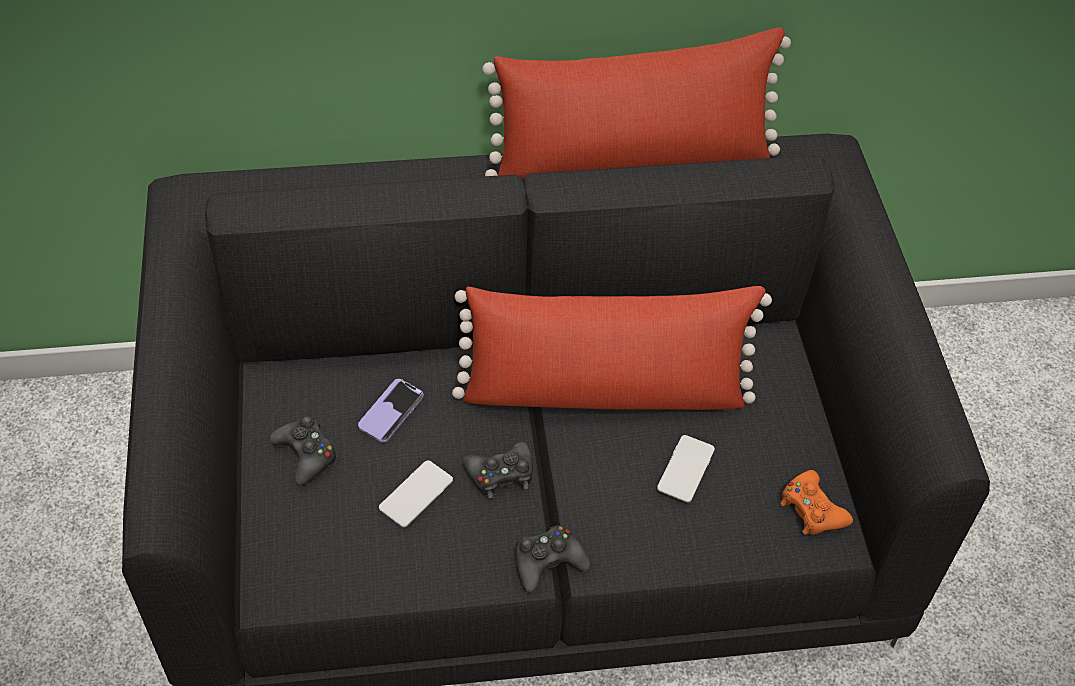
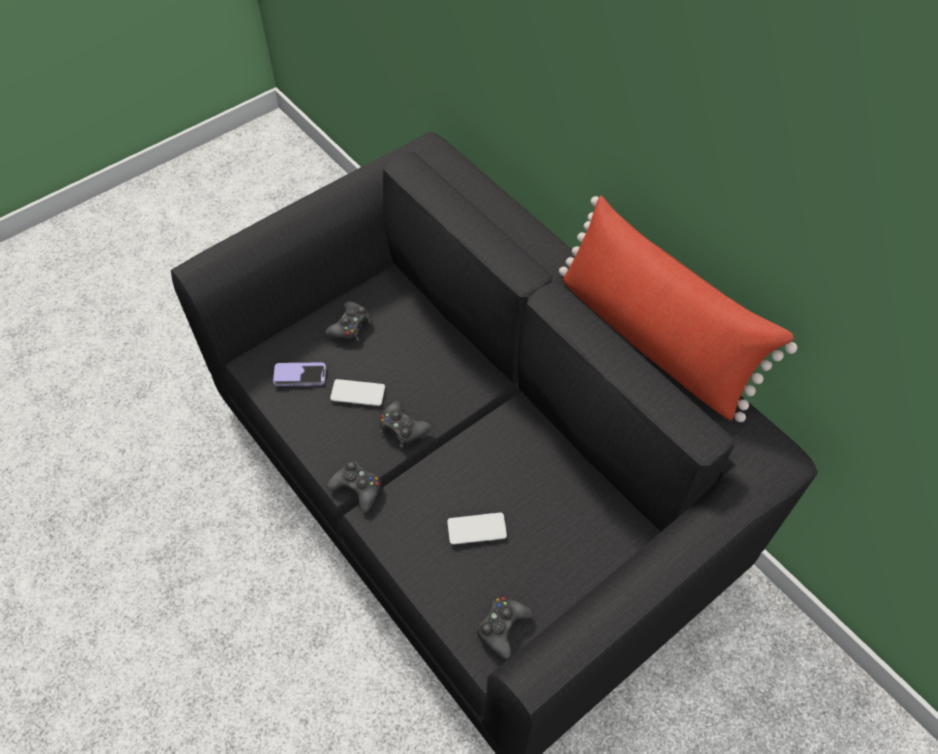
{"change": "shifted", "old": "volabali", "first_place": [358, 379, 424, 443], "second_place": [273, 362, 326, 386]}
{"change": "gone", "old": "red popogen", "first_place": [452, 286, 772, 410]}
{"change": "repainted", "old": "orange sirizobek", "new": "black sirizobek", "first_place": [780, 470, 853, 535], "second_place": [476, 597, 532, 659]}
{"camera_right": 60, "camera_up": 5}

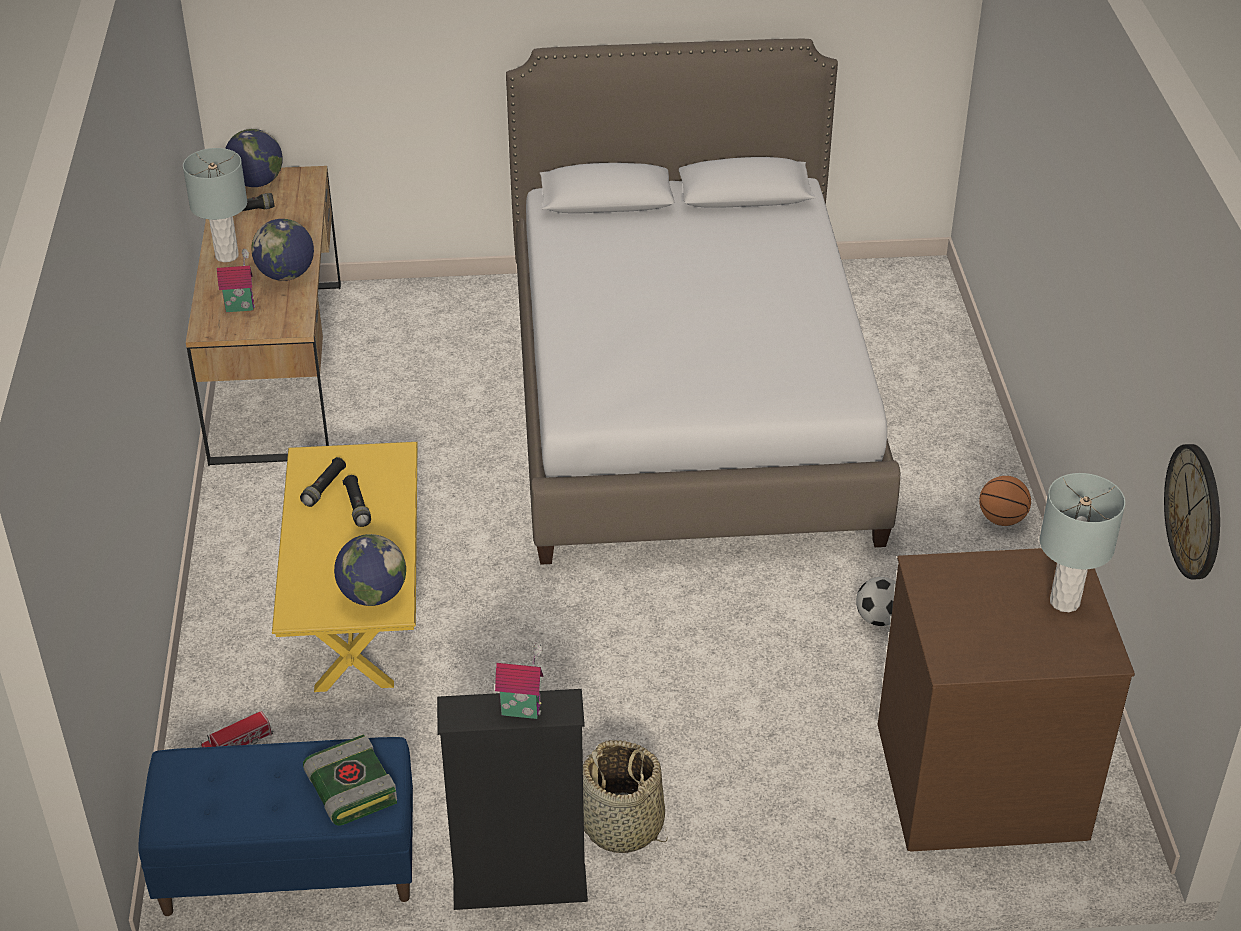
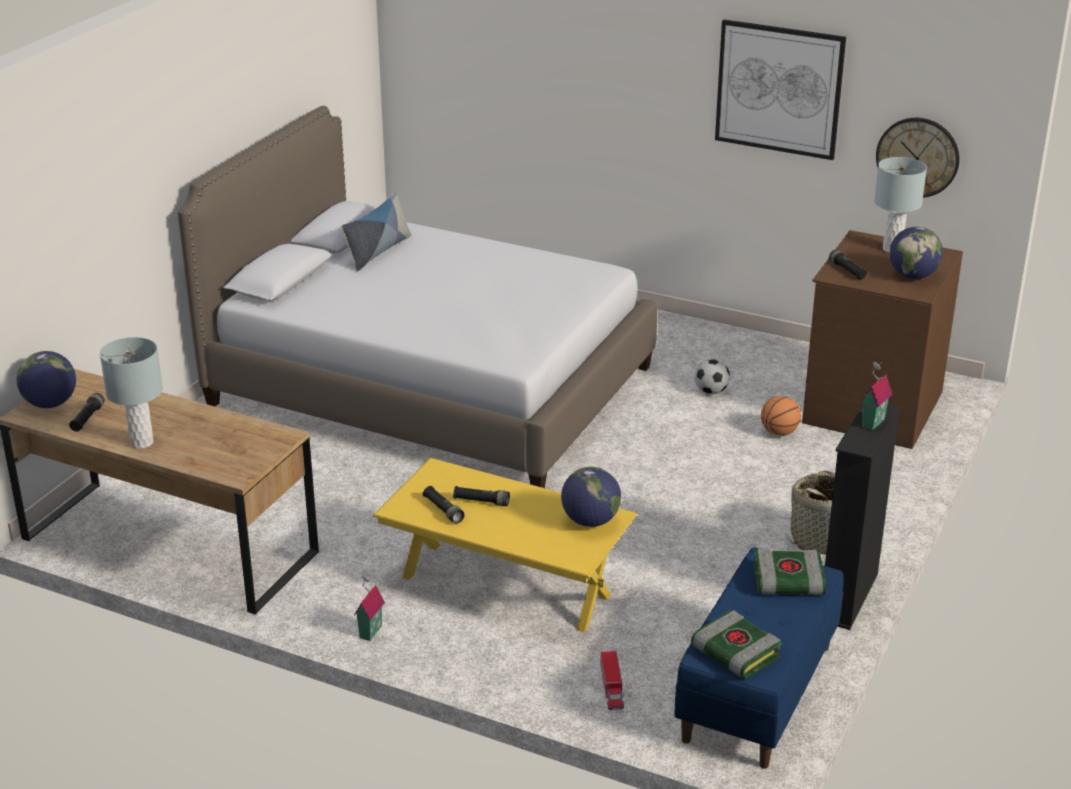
{"change": "shifted", "old": "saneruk", "first_place": [217, 248, 255, 312], "second_place": [354, 575, 385, 641]}
{"change": "shifted", "old": "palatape", "first_place": [251, 219, 314, 281], "second_place": [889, 227, 943, 279]}
{"change": "shifted", "old": "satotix", "first_place": [979, 476, 1031, 526], "second_place": [761, 396, 801, 435]}
{"change": "new", "new": "popogen", "second_place": [342, 192, 411, 271]}
{"change": "new", "new": "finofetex", "second_place": [691, 610, 782, 679]}
{"change": "new", "new": "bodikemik", "second_place": [715, 19, 846, 160]}
{"change": "new", "new": "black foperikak", "second_place": [829, 250, 867, 280]}
{"camera_right": -60, "camera_up": -10}

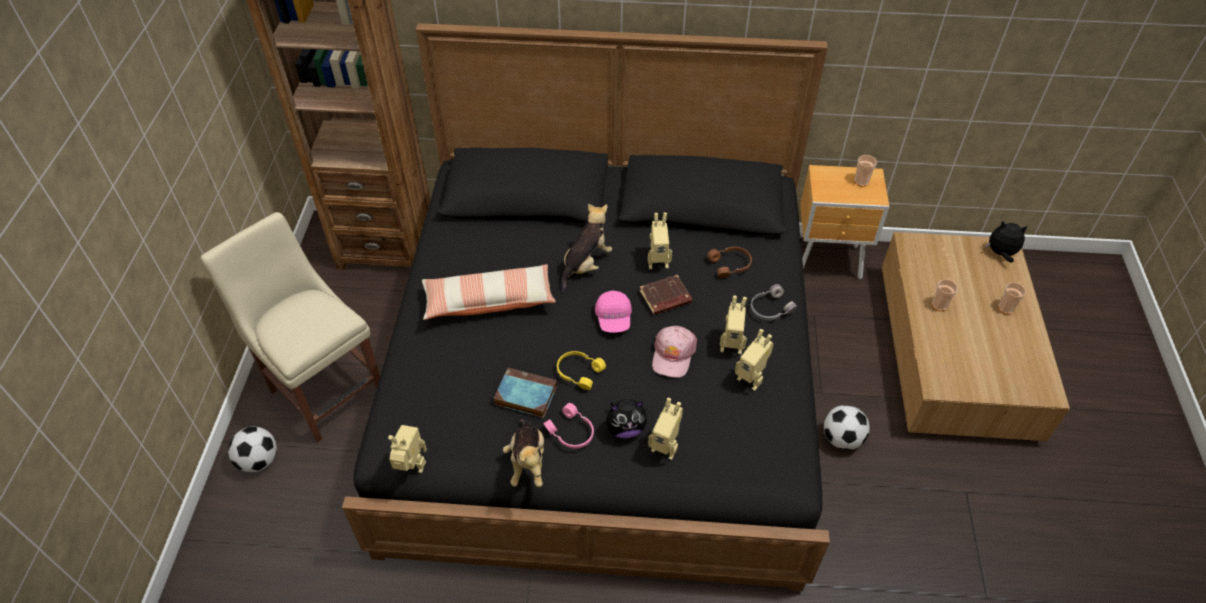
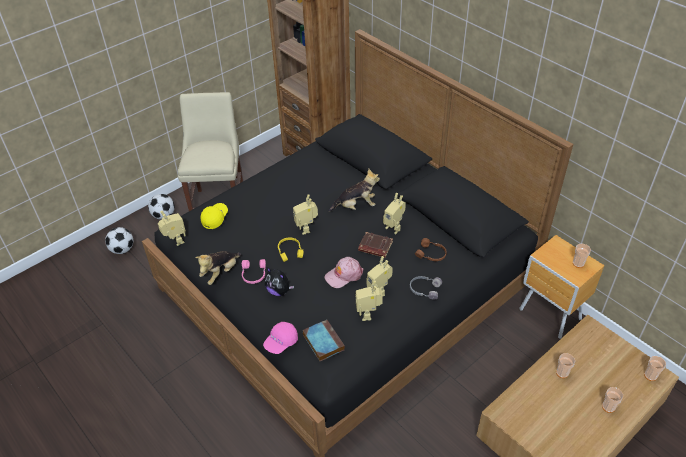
{"change": "gone", "old": "popogen", "first_place": [422, 264, 556, 320]}
{"change": "shifted", "old": "finofetex", "first_place": [494, 368, 557, 418], "second_place": [303, 319, 345, 361]}
{"change": "shifted", "old": "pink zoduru", "first_place": [595, 290, 632, 333], "second_place": [263, 322, 298, 354]}
{"change": "shifted", "old": "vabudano", "first_place": [648, 398, 683, 460], "second_place": [293, 194, 318, 235]}
{"change": "shifted", "old": "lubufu", "first_place": [824, 405, 870, 450], "second_place": [105, 227, 133, 254]}
{"change": "swapped", "old": "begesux", "new": "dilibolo", "first_place": [985, 220, 1027, 263], "second_place": [644, 356, 666, 381]}
{"change": "new", "new": "yellow zoduru", "second_place": [200, 203, 228, 229]}
{"camera_right": 45, "camera_up": -5}

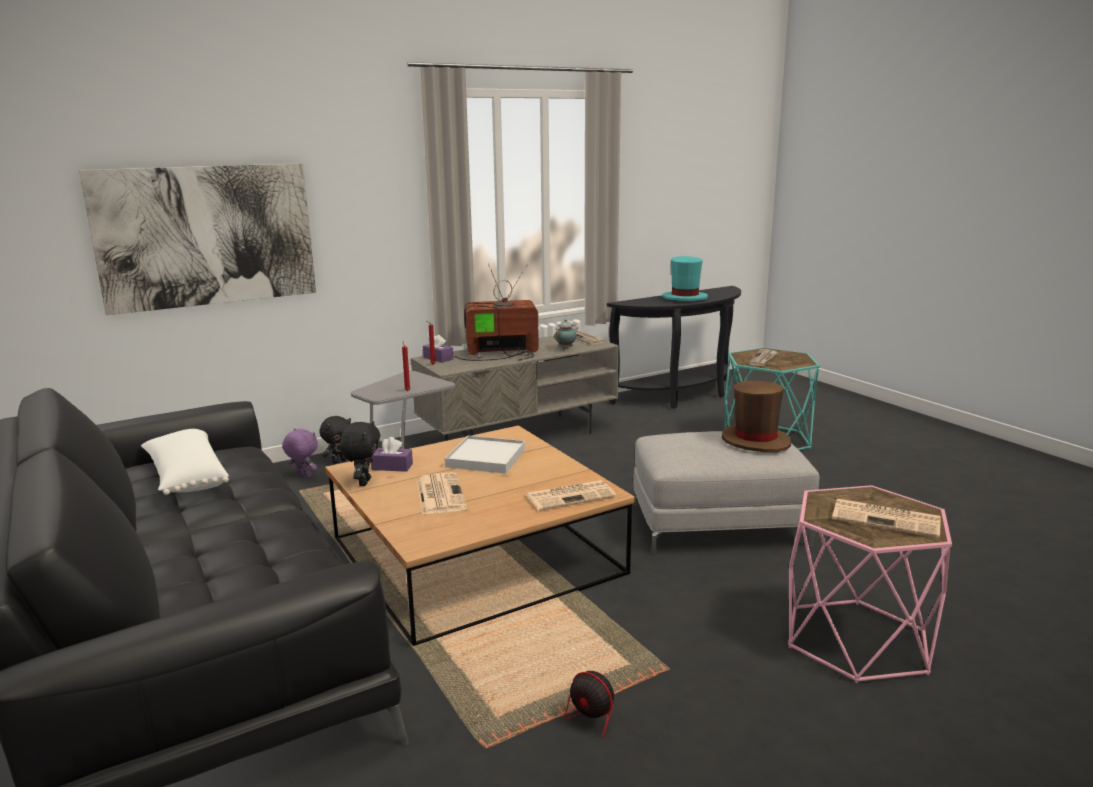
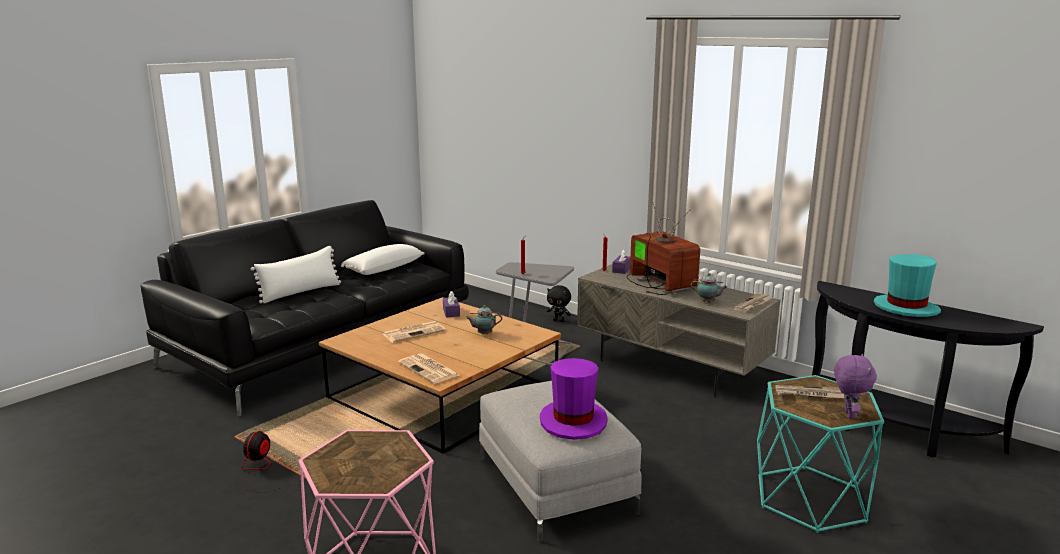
{"change": "gone", "old": "bodikemik", "first_place": [79, 163, 316, 315]}
{"change": "shifted", "old": "purple begesux", "first_place": [282, 428, 318, 478], "second_place": [834, 354, 877, 419]}
{"change": "gone", "old": "black begesux", "first_place": [340, 421, 380, 486]}
{"change": "swapped", "old": "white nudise", "new": "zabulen", "first_place": [445, 436, 525, 474], "second_place": [466, 305, 502, 334]}
{"change": "repainted", "old": "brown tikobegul", "new": "purple tikobegul", "first_place": [722, 381, 791, 452], "second_place": [540, 358, 608, 440]}
{"change": "gone", "old": "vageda", "first_place": [832, 499, 940, 538]}
{"change": "new", "new": "white popogen", "second_place": [251, 246, 341, 304]}
{"camera_right": 70, "camera_up": 0}

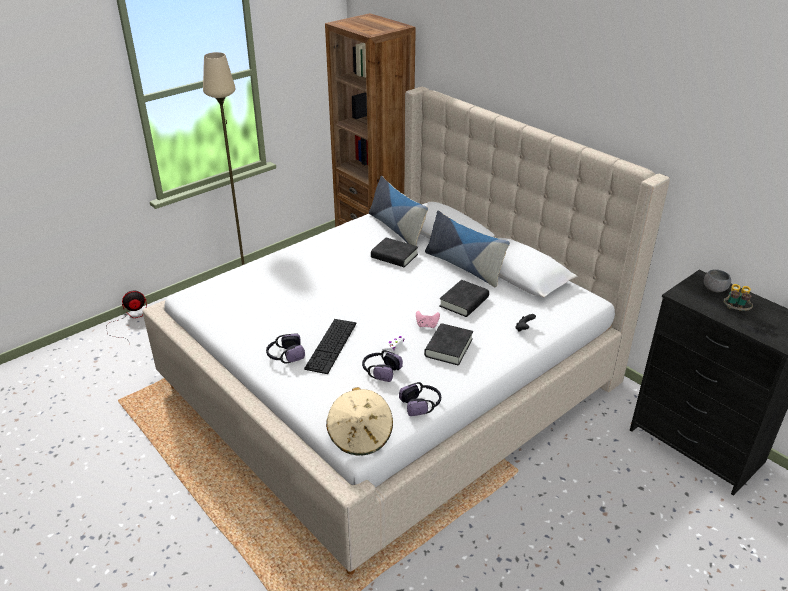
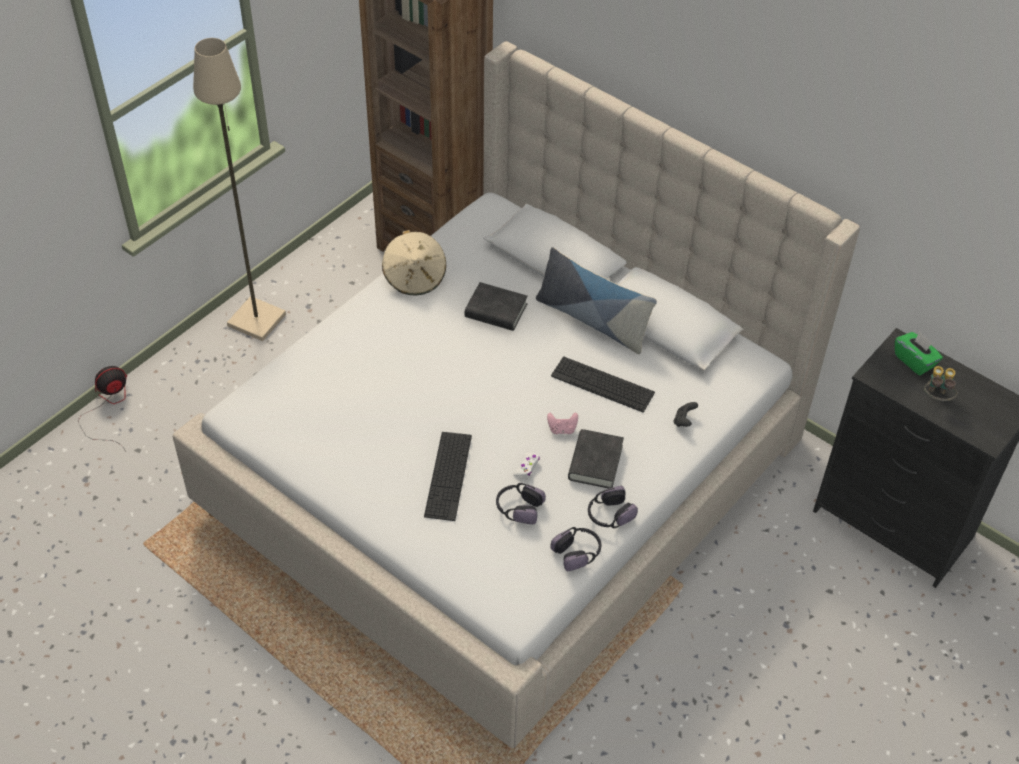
{"change": "shifted", "old": "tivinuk", "first_place": [266, 334, 305, 364], "second_place": [588, 486, 638, 528]}
{"change": "shifted", "old": "beige tikobegul", "first_place": [326, 387, 393, 455], "second_place": [382, 230, 446, 296]}
{"change": "gone", "old": "popogen", "first_place": [369, 175, 428, 246]}
{"change": "swapped", "old": "black finofetex", "new": "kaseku", "first_place": [440, 280, 489, 317], "second_place": [551, 356, 655, 412]}
{"change": "swapped", "old": "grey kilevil", "new": "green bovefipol", "first_place": [704, 269, 731, 292], "second_place": [895, 331, 943, 375]}
{"camera_right": -10, "camera_up": 15}

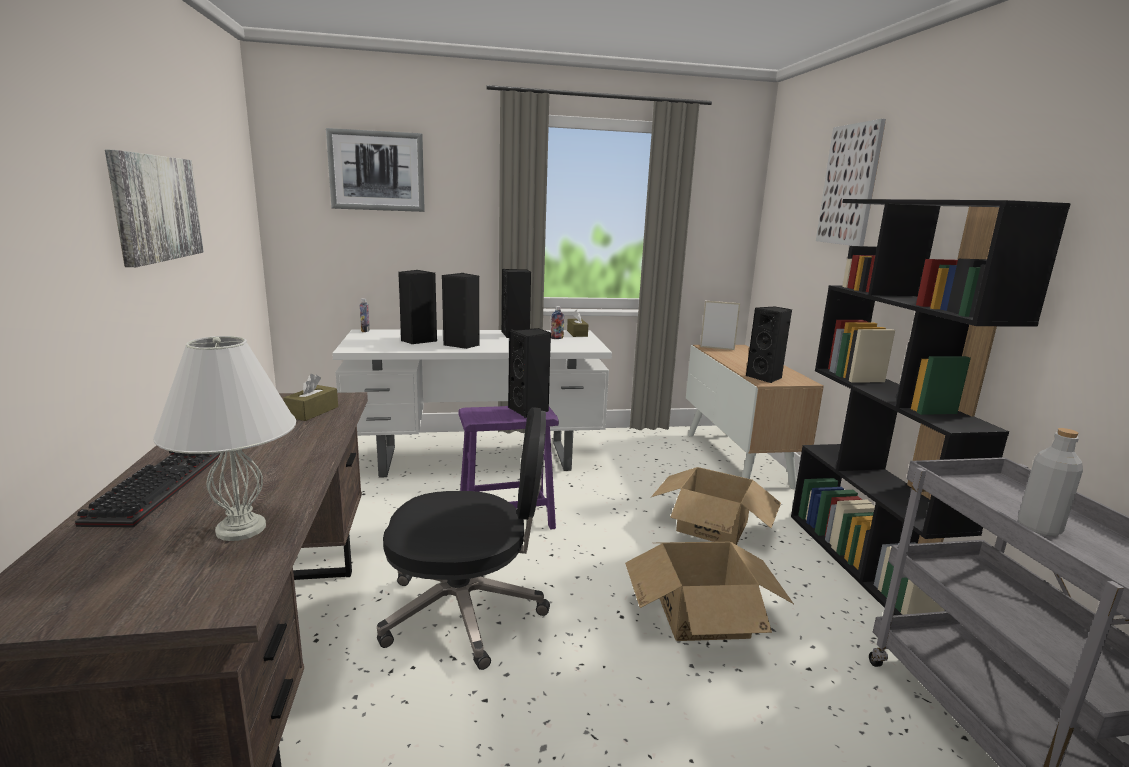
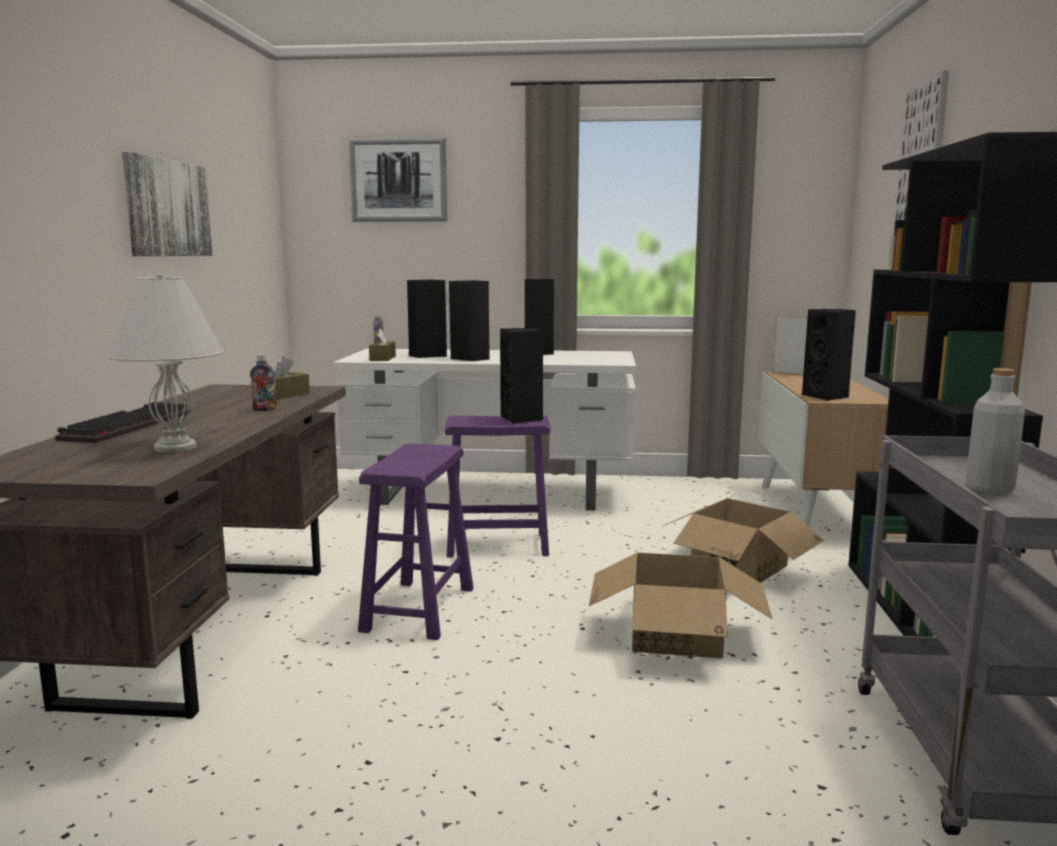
{"change": "swapped", "old": "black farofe", "new": "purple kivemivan", "first_place": [377, 407, 550, 670], "second_place": [358, 443, 474, 640]}
{"change": "shifted", "old": "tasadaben", "first_place": [551, 306, 564, 339], "second_place": [250, 354, 277, 411]}
{"change": "shifted", "old": "brown bovefipol", "first_place": [567, 310, 588, 337], "second_place": [369, 329, 396, 361]}
{"camera_right": 15, "camera_up": -5}

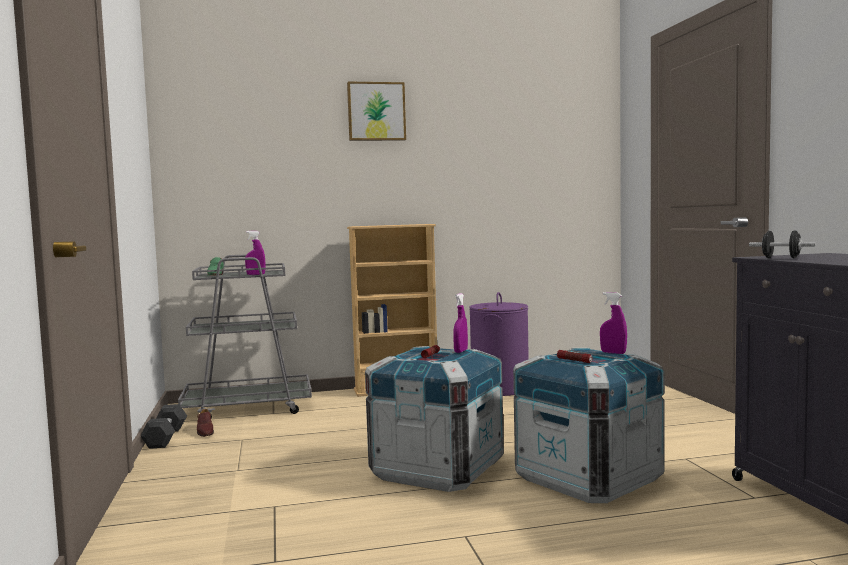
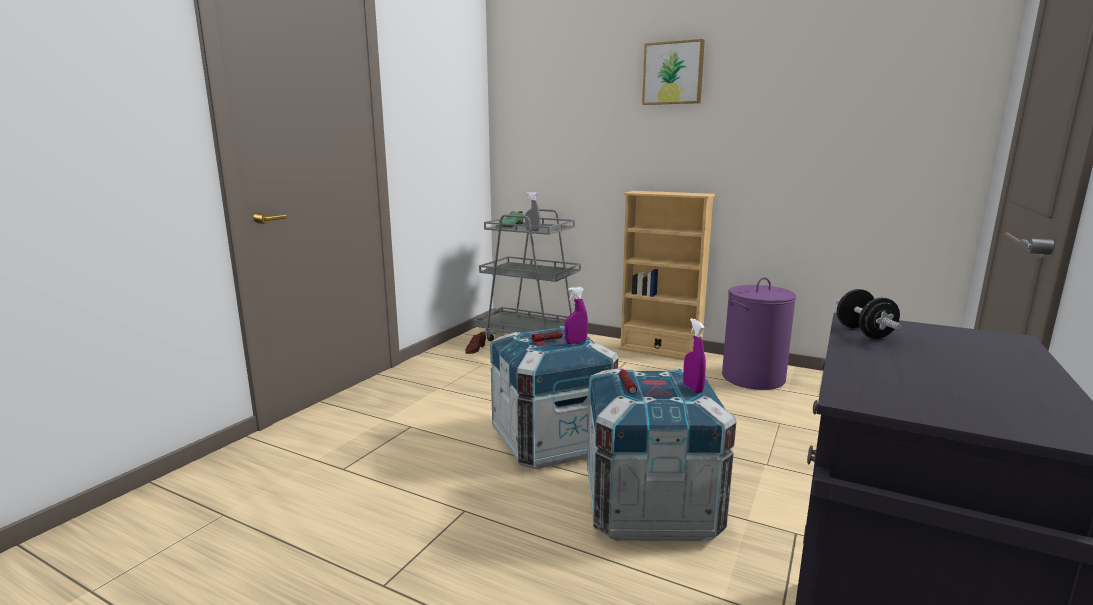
{"change": "gone", "old": "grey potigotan", "first_place": [141, 404, 187, 449]}
{"change": "repainted", "old": "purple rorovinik", "new": "grey rorovinik", "first_place": [245, 231, 265, 275], "second_place": [525, 192, 540, 231]}
{"camera_right": 40, "camera_up": 10}

